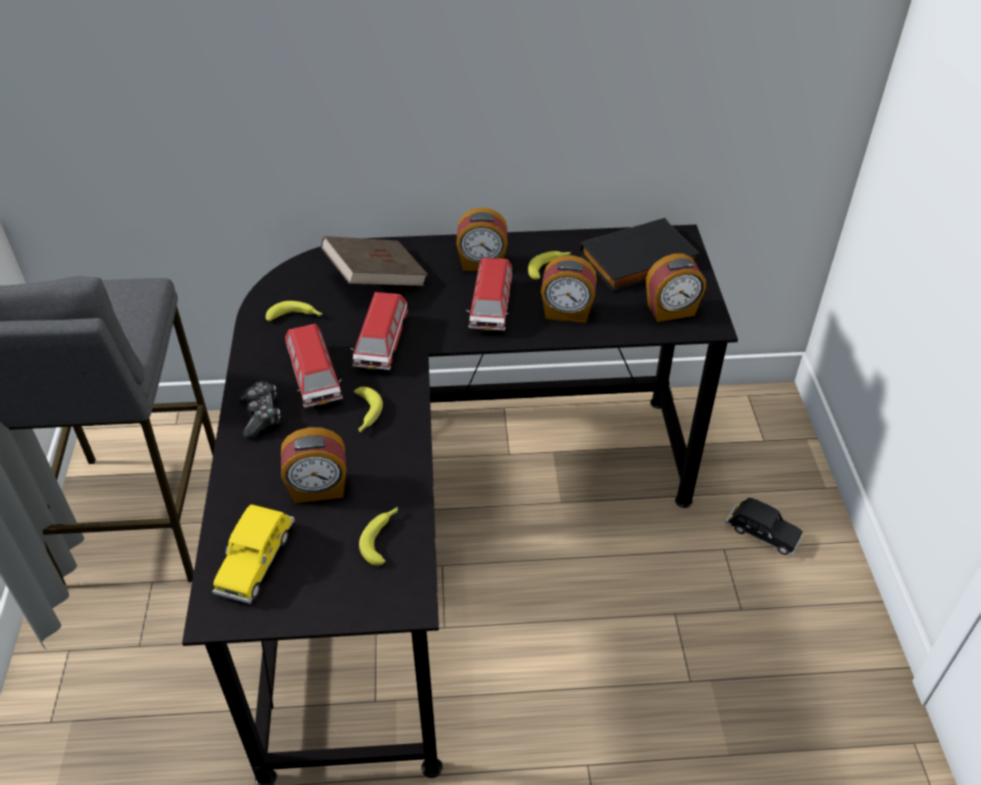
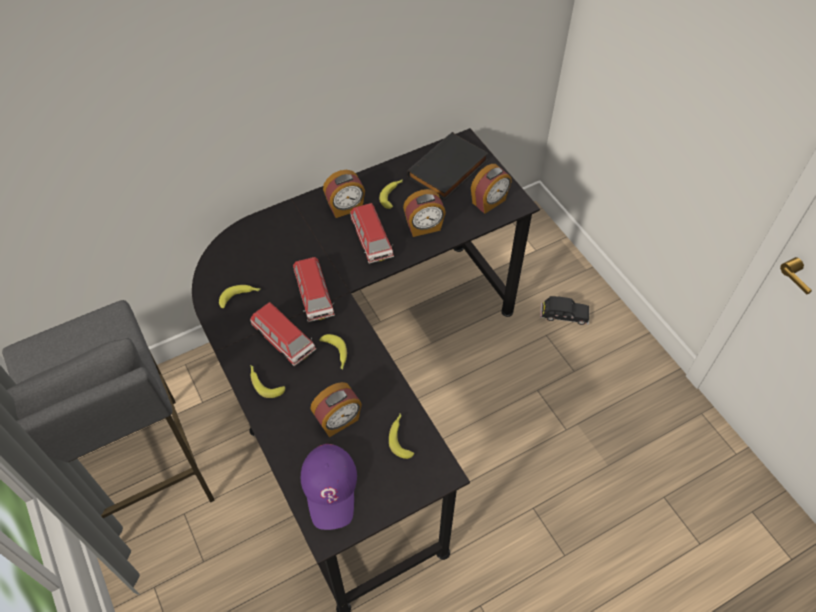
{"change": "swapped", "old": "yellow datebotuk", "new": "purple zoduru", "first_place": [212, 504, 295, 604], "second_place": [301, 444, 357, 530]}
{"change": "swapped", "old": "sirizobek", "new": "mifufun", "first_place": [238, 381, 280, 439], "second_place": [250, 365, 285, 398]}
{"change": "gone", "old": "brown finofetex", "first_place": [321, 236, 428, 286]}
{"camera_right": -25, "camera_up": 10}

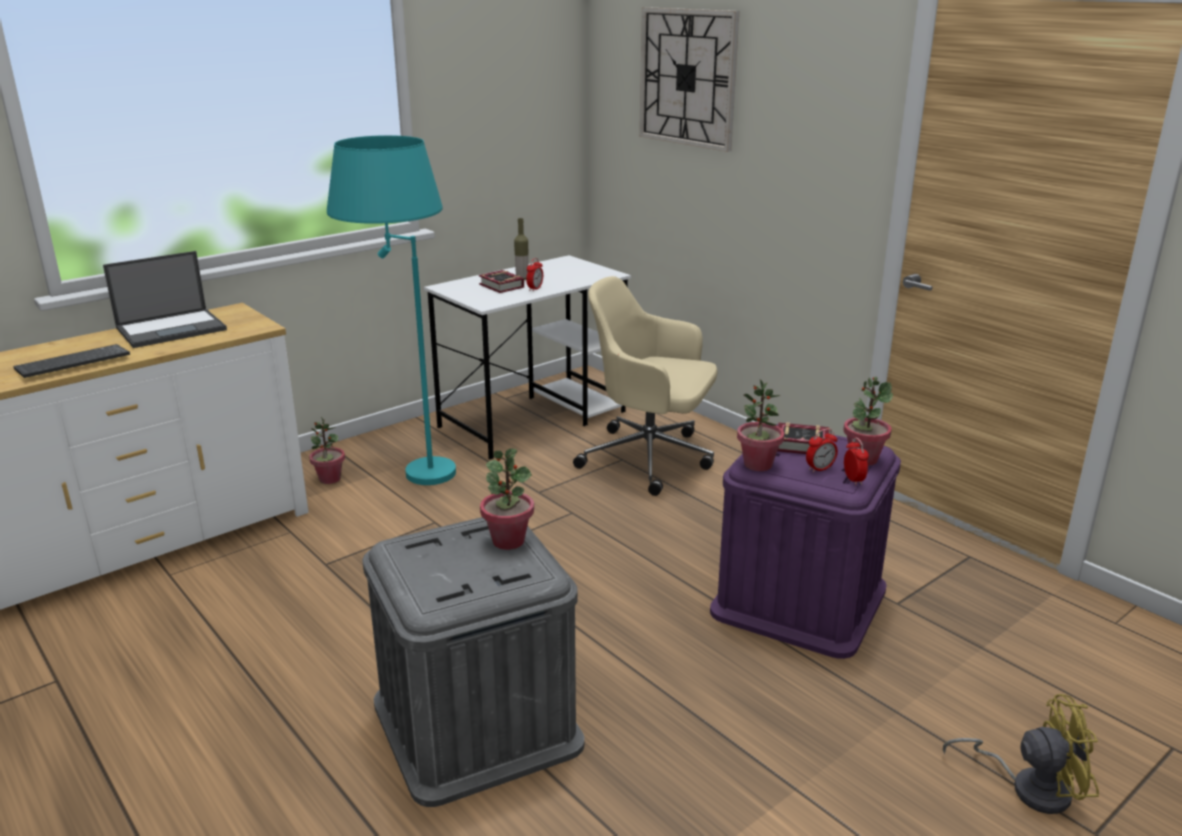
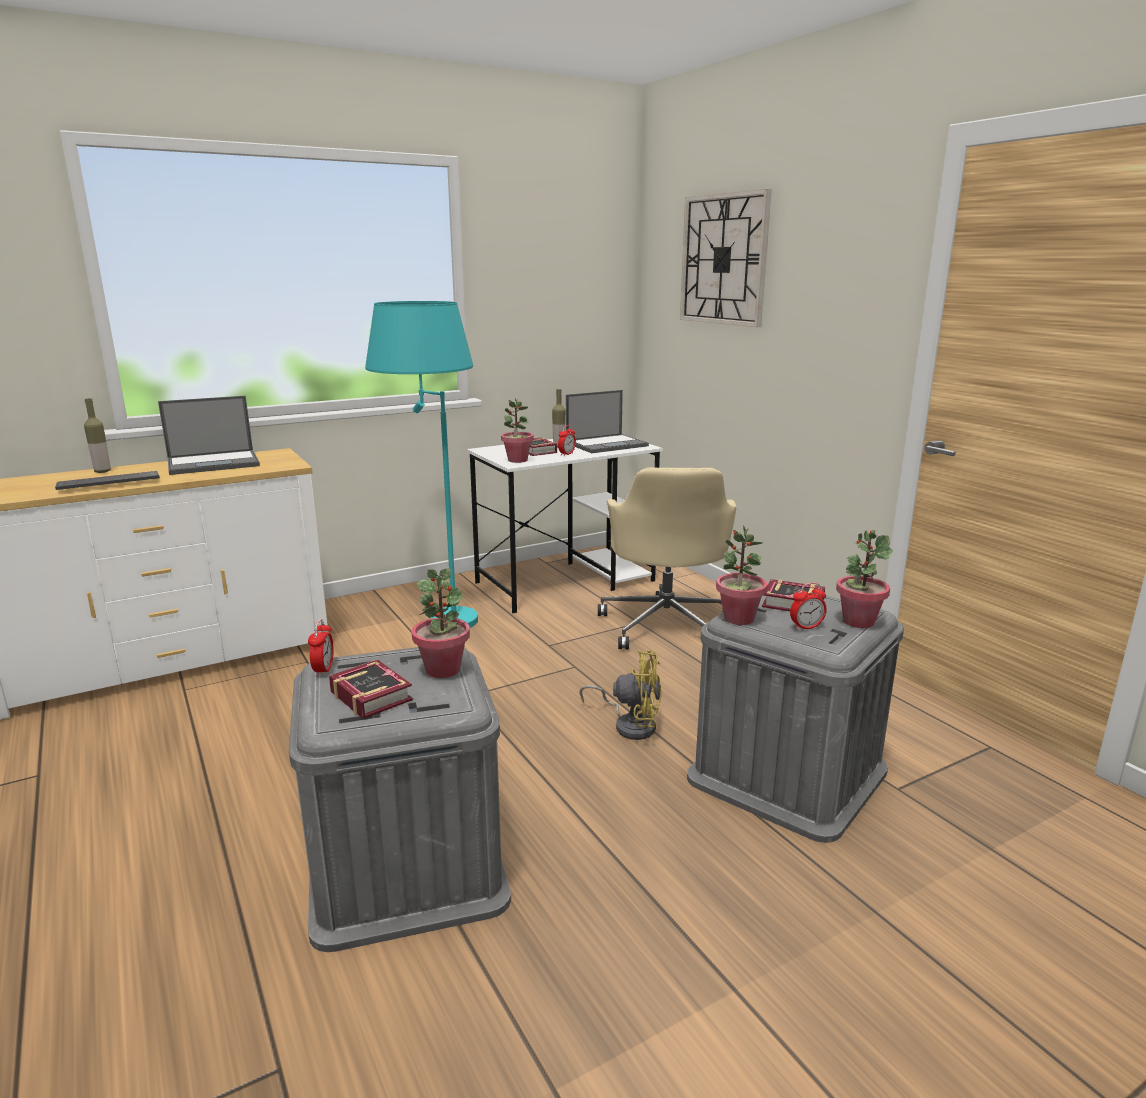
{"change": "shifted", "old": "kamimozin", "first_place": [309, 417, 345, 484], "second_place": [501, 398, 534, 463]}
{"change": "rotated", "old": "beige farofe", "first_place": [573, 276, 718, 496], "second_place": [598, 468, 736, 649], "degrees": -120}
{"change": "repainted", "old": "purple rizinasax", "new": "grey rizinasax", "first_place": [710, 424, 901, 659], "second_place": [687, 595, 904, 843]}
{"change": "shifted", "old": "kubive", "first_place": [844, 437, 869, 486], "second_place": [308, 619, 334, 677]}
{"change": "shifted", "old": "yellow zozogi", "first_place": [943, 694, 1099, 814], "second_place": [579, 650, 661, 740]}
{"change": "new", "new": "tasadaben", "second_place": [84, 398, 111, 473]}
{"change": "new", "new": "finofetex", "second_place": [329, 659, 413, 719]}
{"change": "new", "new": "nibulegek", "second_place": [566, 390, 649, 453]}
{"camera_right": 10, "camera_up": -5}

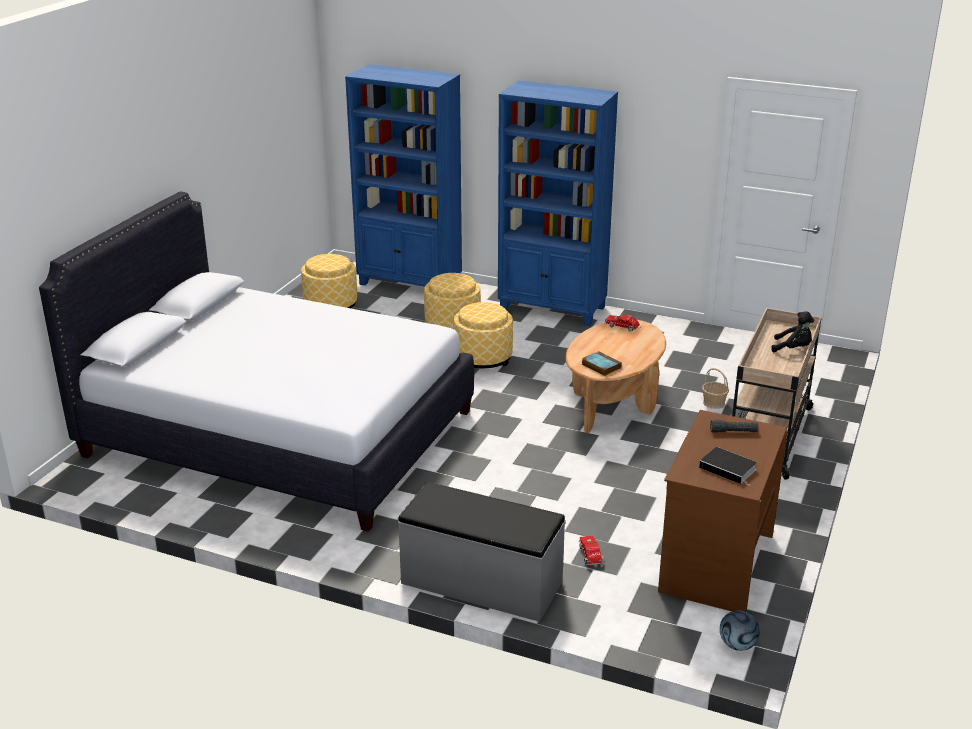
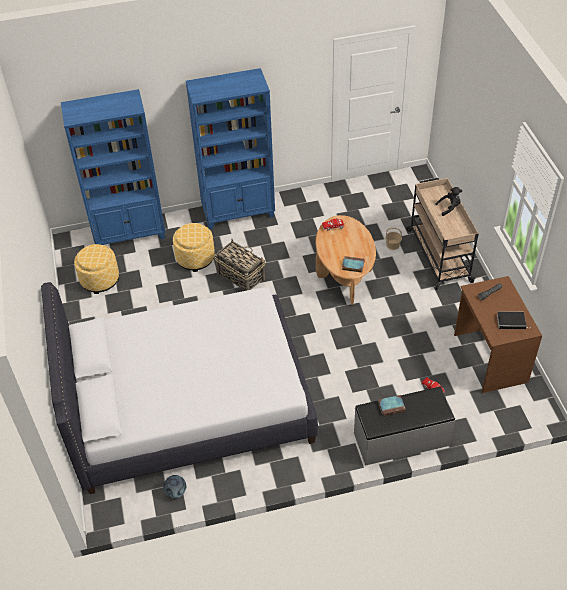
{"change": "swapped", "old": "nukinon", "new": "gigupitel", "first_place": [454, 302, 513, 368], "second_place": [214, 239, 266, 291]}
{"change": "shifted", "old": "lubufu", "first_place": [720, 610, 760, 651], "second_place": [164, 475, 186, 498]}
{"change": "new", "new": "finofetex", "second_place": [378, 395, 406, 416]}
{"camera_right": -35, "camera_up": 20}

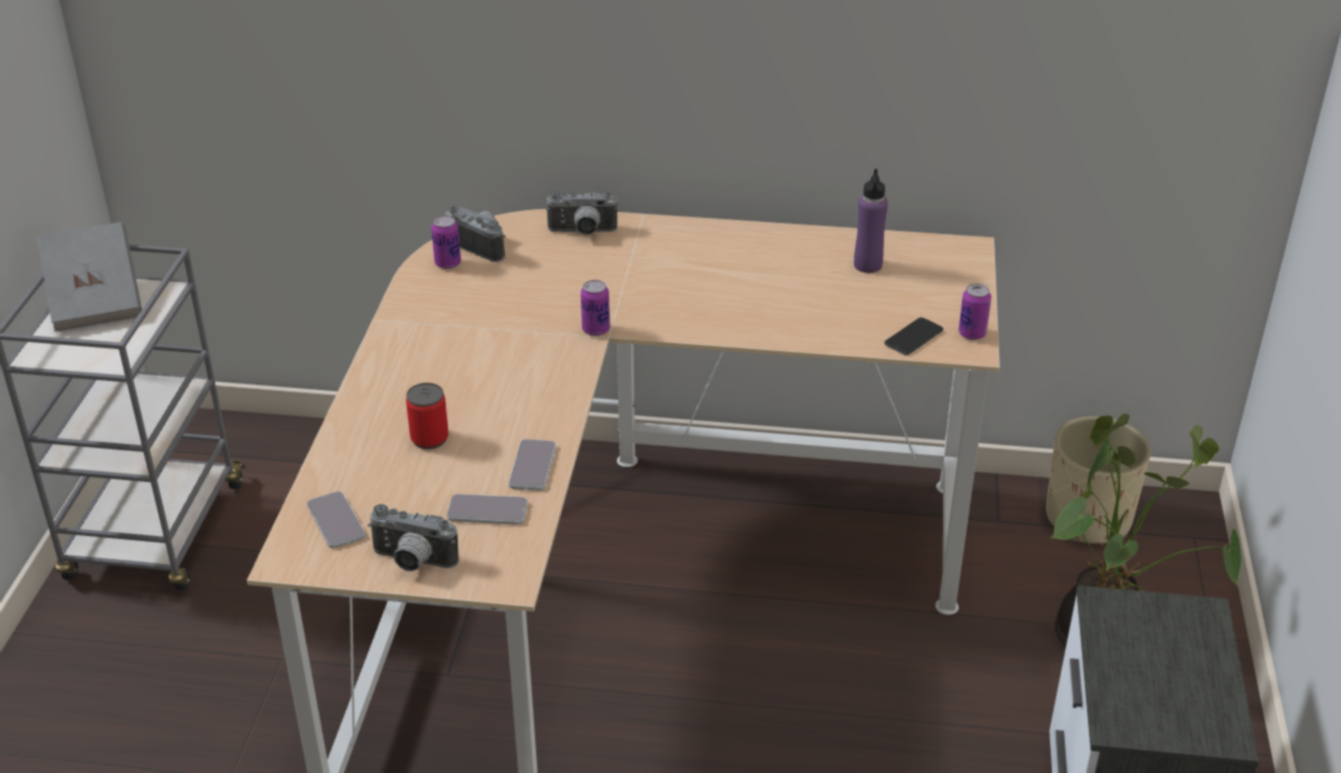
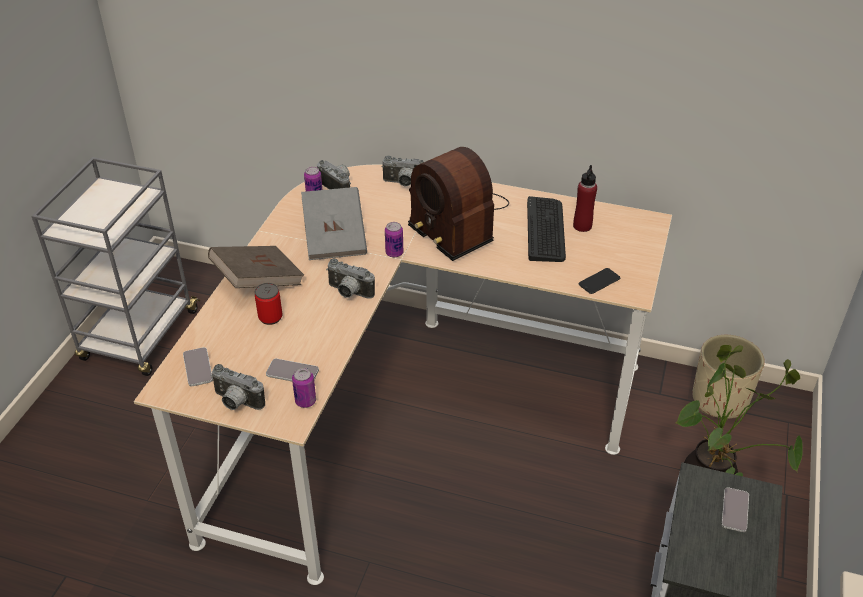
{"change": "shifted", "old": "grey finofetex", "first_place": [37, 222, 142, 332], "second_place": [301, 187, 367, 260]}
{"change": "shifted", "old": "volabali", "first_place": [509, 439, 556, 491], "second_place": [721, 487, 749, 532]}
{"change": "repainted", "old": "purple tasadaben", "new": "red tasadaben", "first_place": [854, 169, 888, 273], "second_place": [573, 165, 597, 232]}
{"change": "shifted", "old": "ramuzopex", "first_place": [959, 284, 991, 340], "second_place": [292, 367, 316, 408]}
{"change": "new", "new": "brown finofetex", "second_place": [208, 246, 304, 288]}
{"change": "new", "new": "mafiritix", "second_place": [326, 258, 375, 299]}
{"change": "new", "new": "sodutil", "second_place": [408, 147, 509, 261]}
{"change": "new", "new": "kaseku", "second_place": [527, 196, 566, 262]}
{"camera_right": 10, "camera_up": 5}

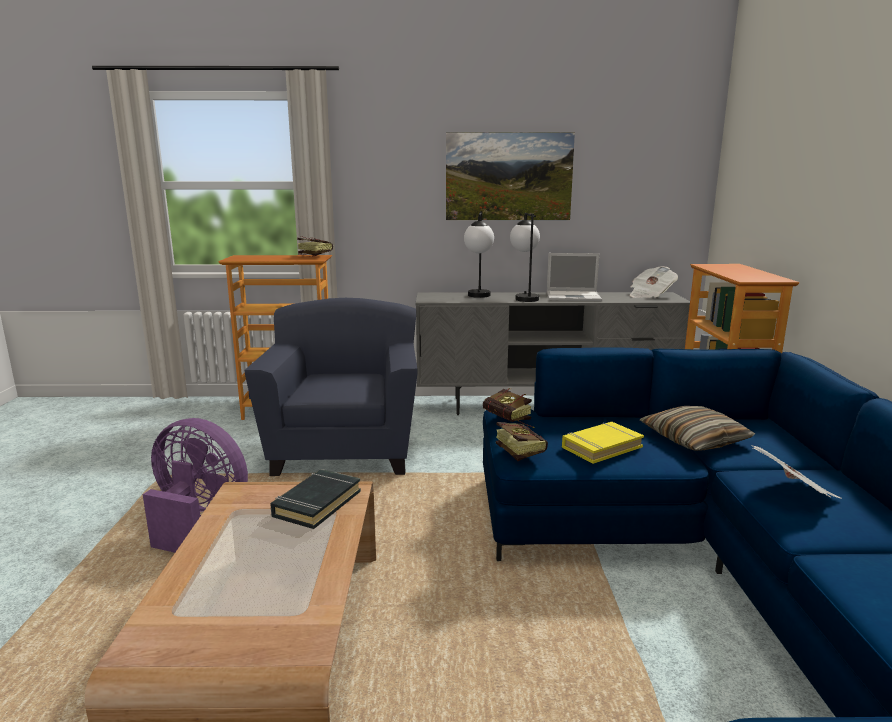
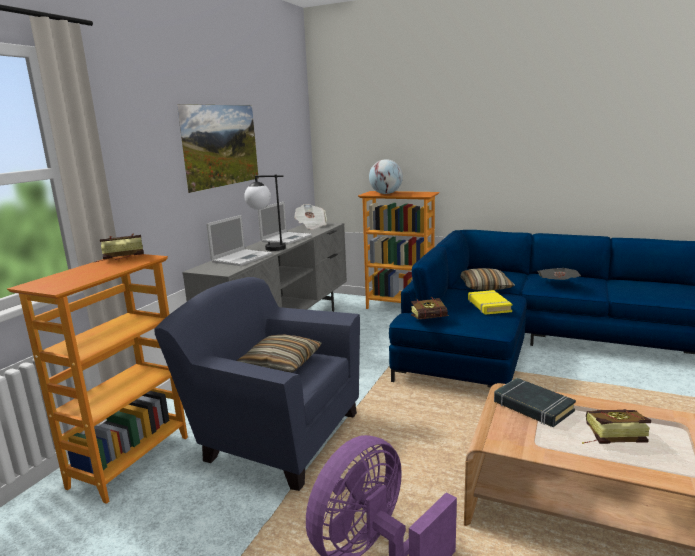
{"change": "swapped", "old": "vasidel", "new": "nibulegek", "first_place": [464, 211, 494, 298], "second_place": [206, 215, 272, 266]}
{"change": "shifted", "old": "finofetex", "first_place": [496, 422, 548, 461], "second_place": [582, 409, 651, 444]}
{"change": "new", "new": "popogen", "second_place": [236, 335, 322, 372]}
{"change": "new", "new": "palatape", "second_place": [369, 159, 403, 194]}
{"camera_right": -65, "camera_up": 0}

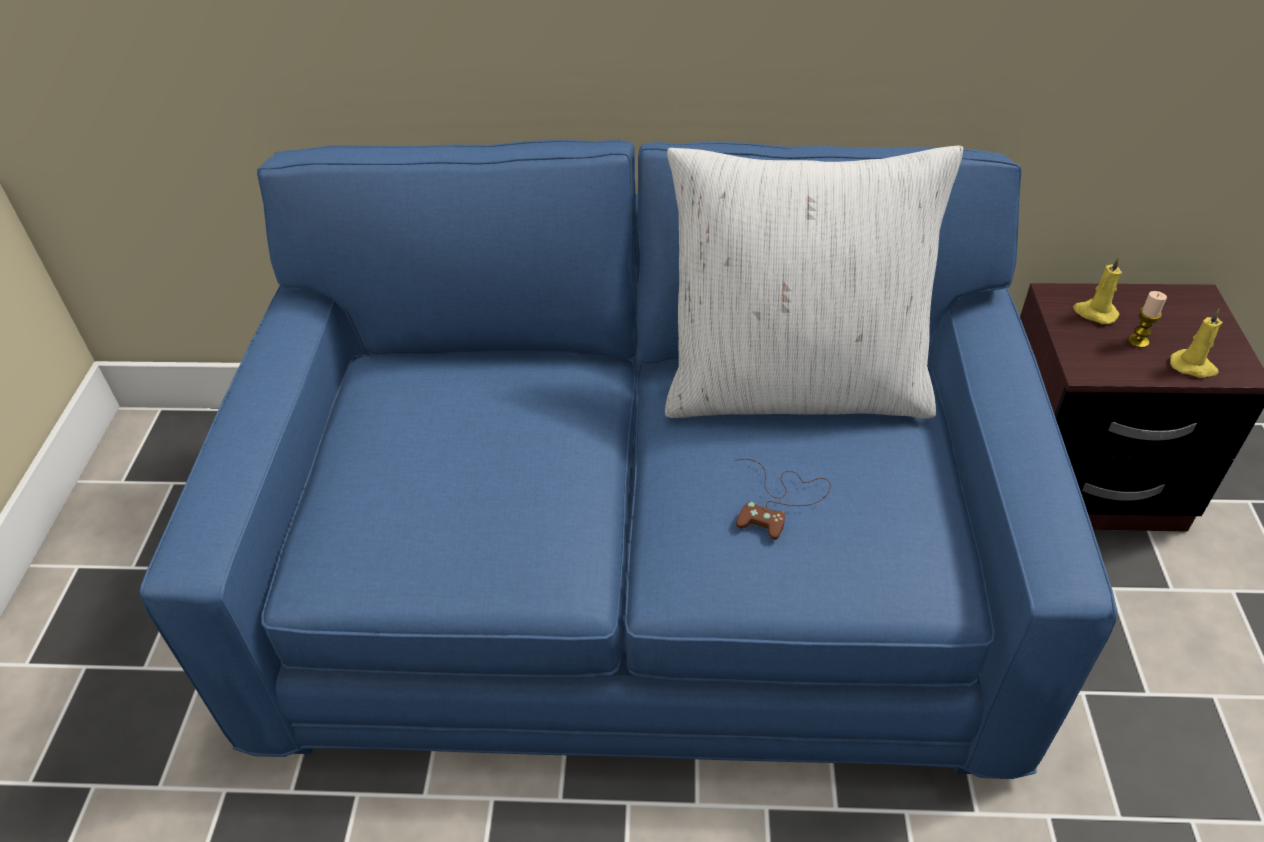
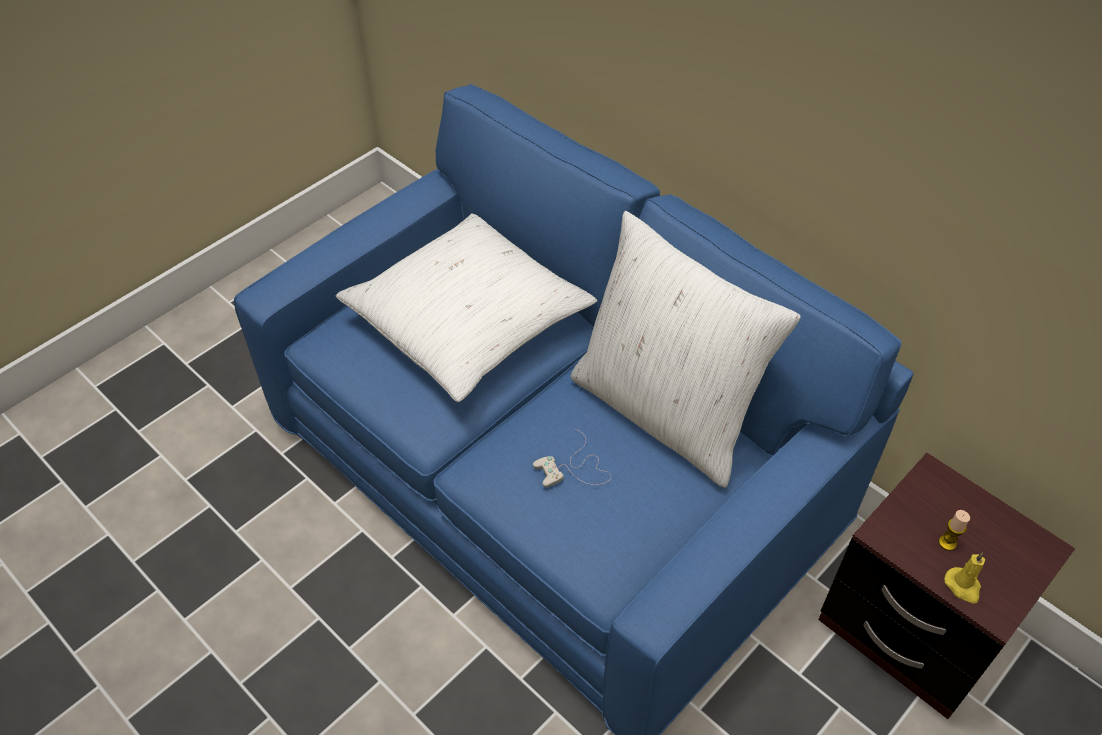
{"change": "repainted", "old": "brown sirizobek", "new": "white sirizobek", "first_place": [734, 459, 831, 540], "second_place": [533, 429, 611, 487]}
{"change": "gone", "old": "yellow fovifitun", "first_place": [1073, 256, 1122, 324]}
{"change": "new", "new": "white popogen", "second_place": [336, 213, 597, 402]}
{"camera_right": 40, "camera_up": 5}

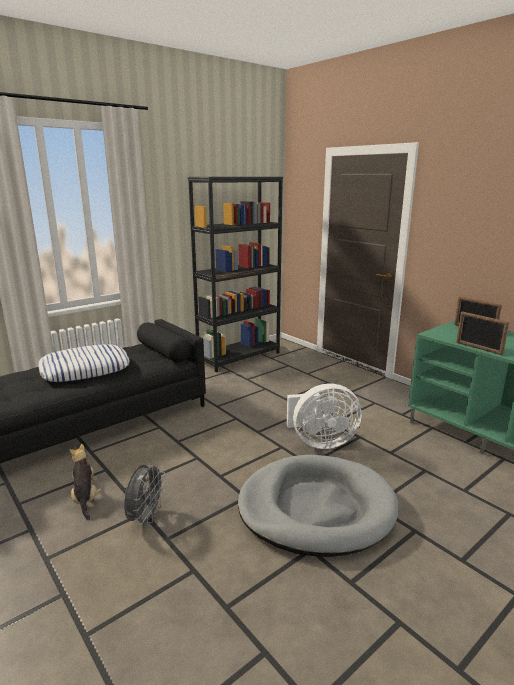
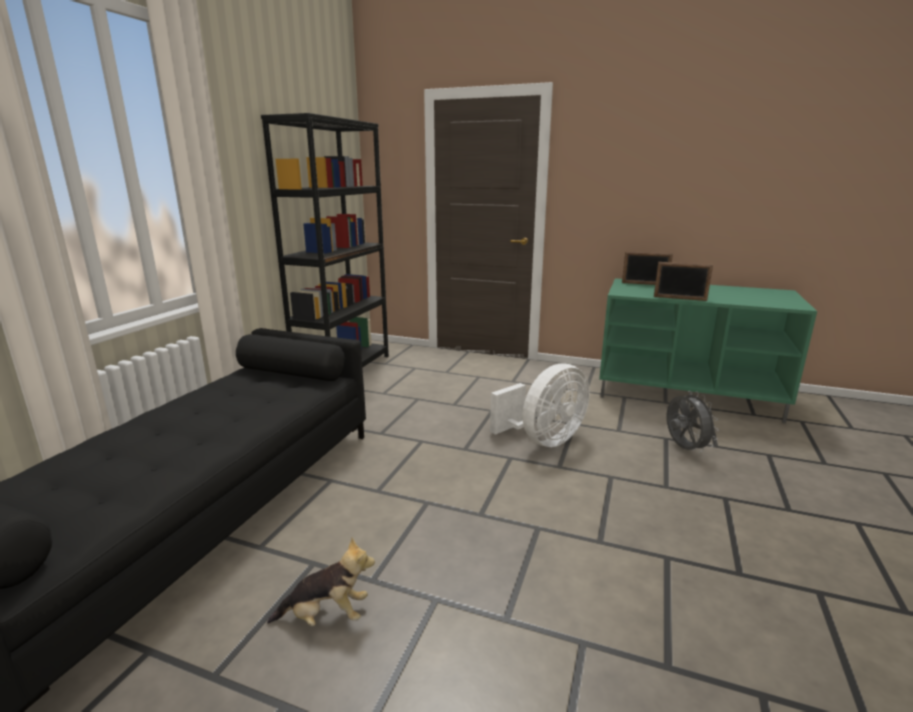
{"change": "gone", "old": "popogen", "first_place": [38, 344, 130, 382]}
{"change": "rotated", "old": "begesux", "first_place": [69, 444, 102, 520], "second_place": [267, 537, 375, 626], "degrees": 135}
{"change": "shifted", "old": "grey zozogi", "first_place": [124, 462, 166, 527], "second_place": [666, 391, 719, 452]}
{"change": "gone", "old": "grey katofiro", "first_place": [238, 455, 398, 557]}
{"camera_right": -30, "camera_up": 0}

